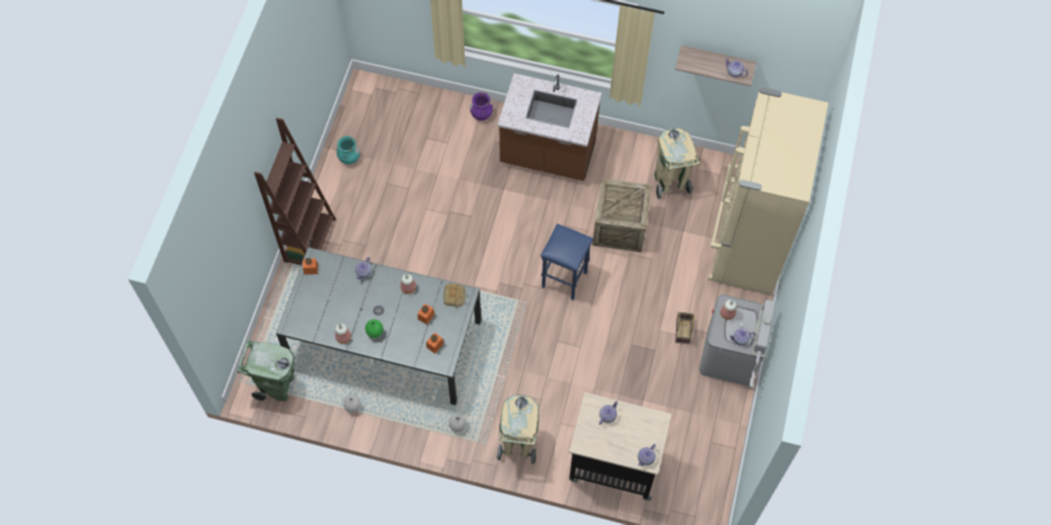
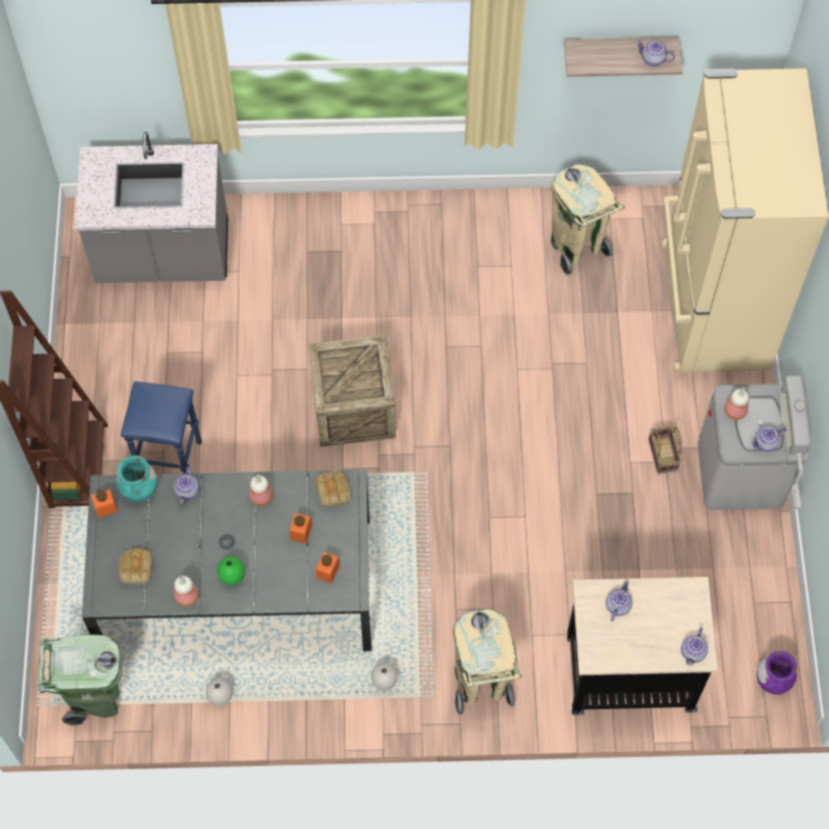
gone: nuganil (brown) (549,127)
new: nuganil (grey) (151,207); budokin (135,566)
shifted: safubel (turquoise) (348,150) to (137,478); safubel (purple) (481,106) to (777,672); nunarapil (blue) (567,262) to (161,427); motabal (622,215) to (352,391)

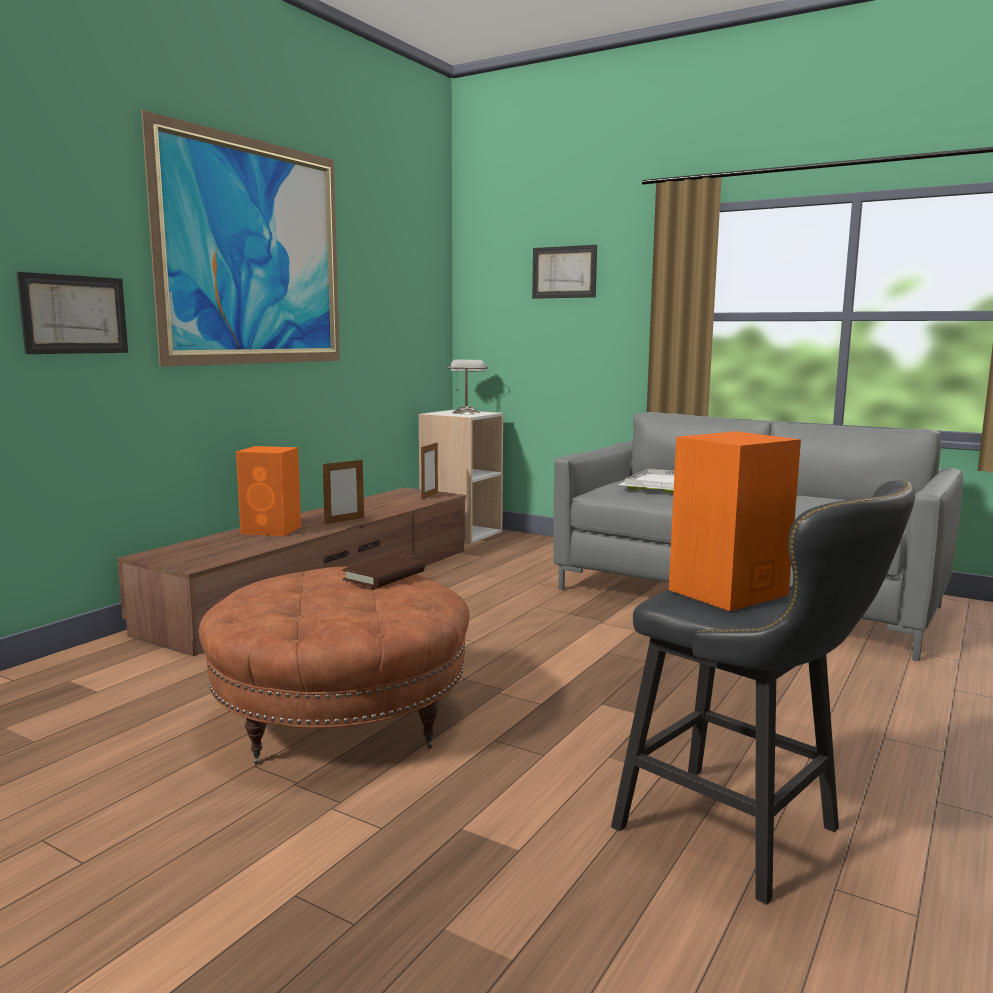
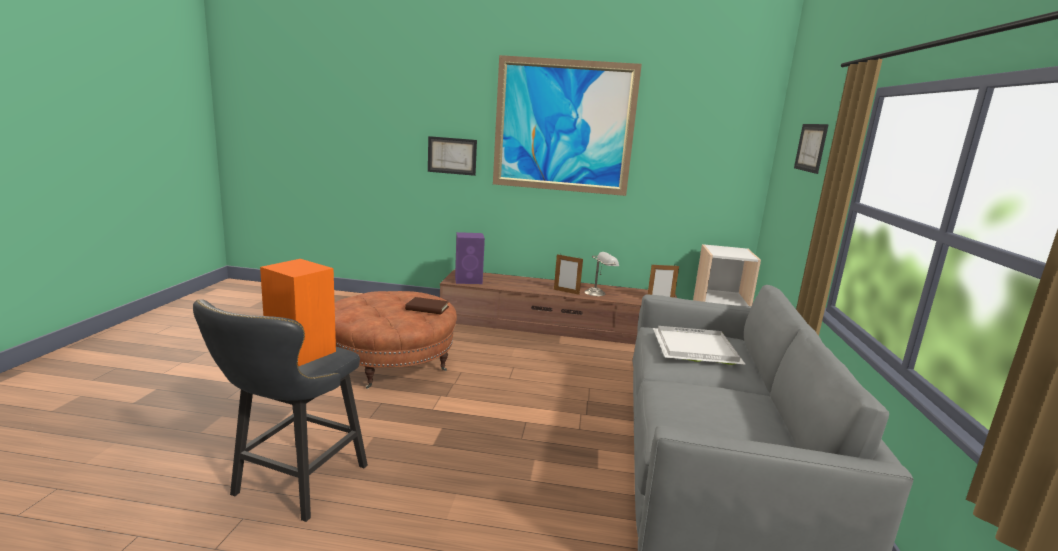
gone: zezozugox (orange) (268,491)
new: zezozugox (purple) (470,258)
shifted: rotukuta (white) (467,387) to (601,274)

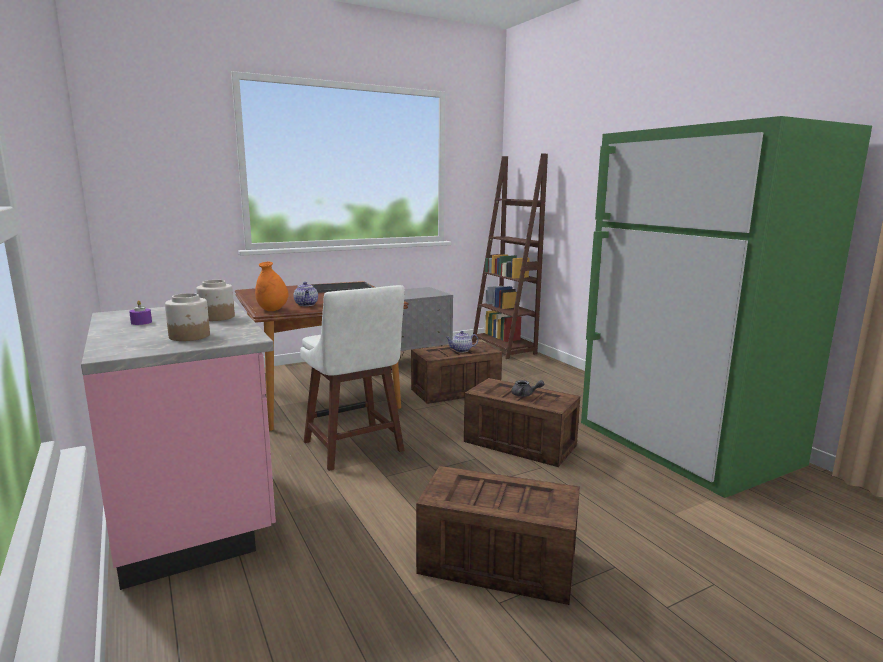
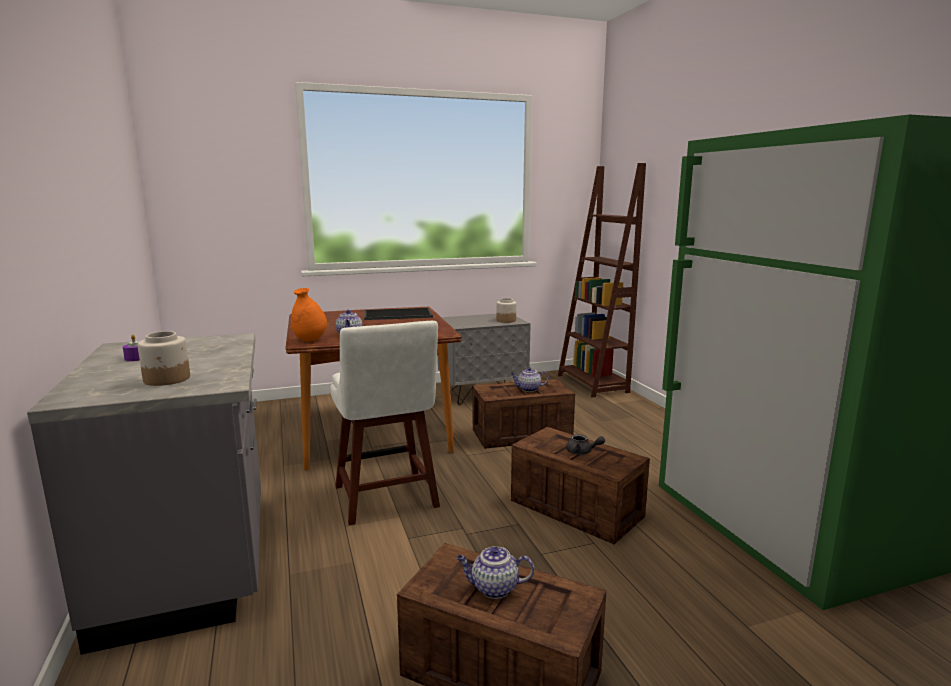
new: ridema (495,572)
shifted: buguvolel (215,300) to (506,310)
repainted: nuganil (pink) (178,445) to nuganil (grey) (144,494)

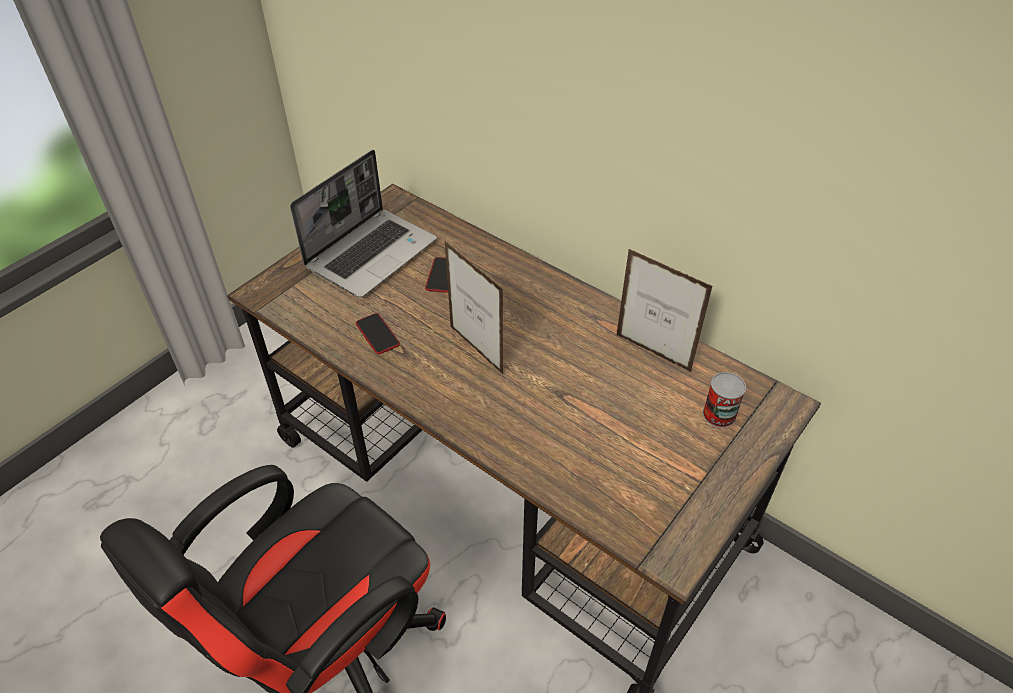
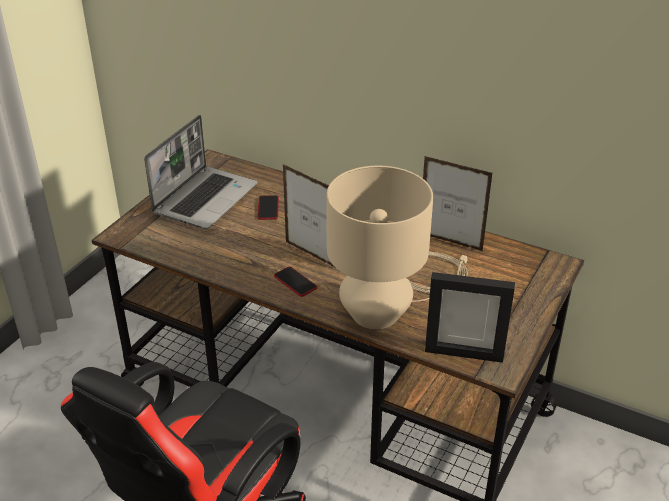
gone: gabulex (724,400)
new: rotukuta (beige) (397,248); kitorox (470,317)
shifted: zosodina (378,333) to (295,282)

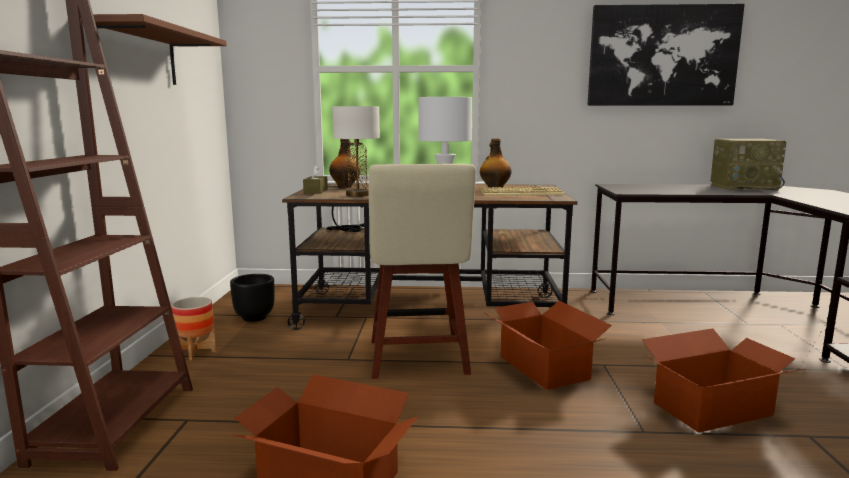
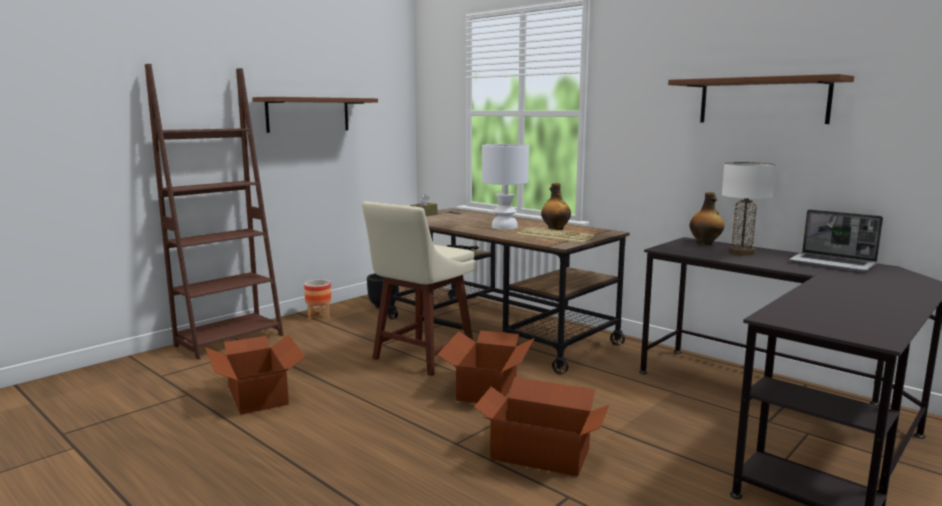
shifted: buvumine (345,163) to (706,218); rotukuta (356,151) to (749,209)
swapped: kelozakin (666,55) to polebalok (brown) (761,99); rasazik (748,164) to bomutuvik (836,240)

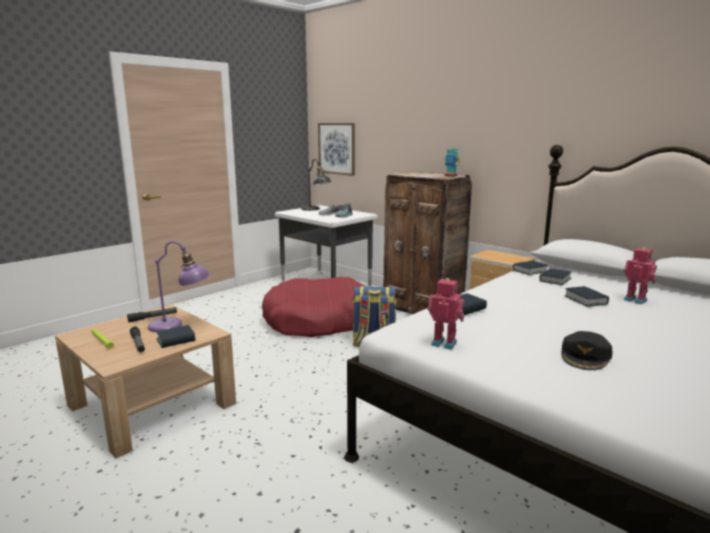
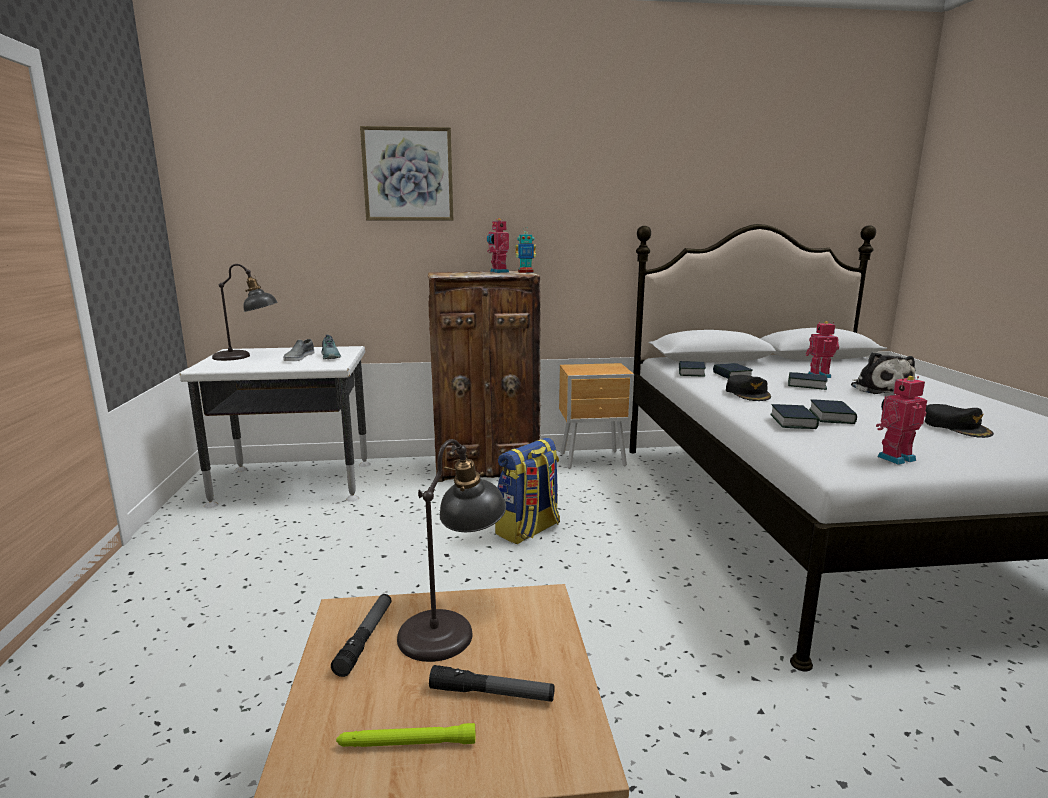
gone: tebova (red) (313,306)
new: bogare (498,245); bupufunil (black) (748,388); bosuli (883,373)
shifted: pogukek (176,336) to (833,411); kelozakin (336,149) to (406,173)
repainted: rotukuta (purple) (179,286) to rotukuta (grey) (451,550)

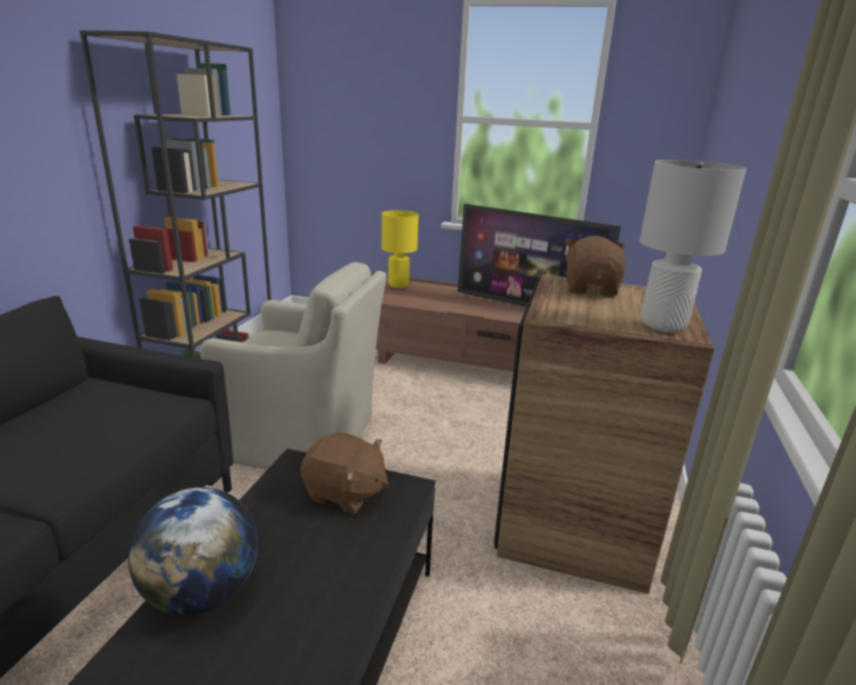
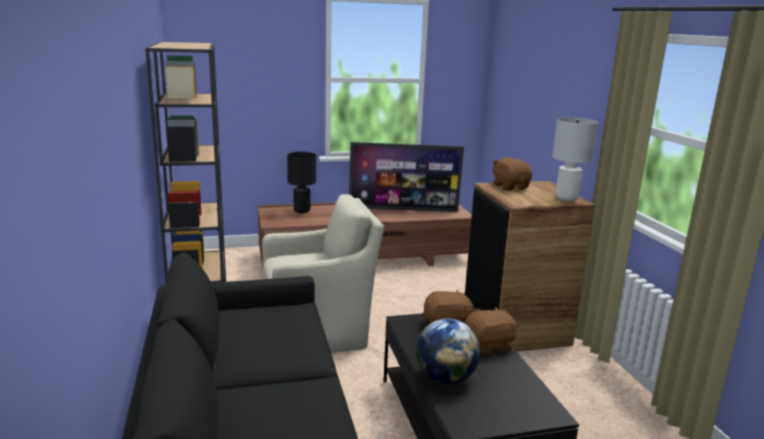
new: bosuli (brown) (491,331)
repainted: rotukuta (yellow) (400,249) to rotukuta (black) (301,182)

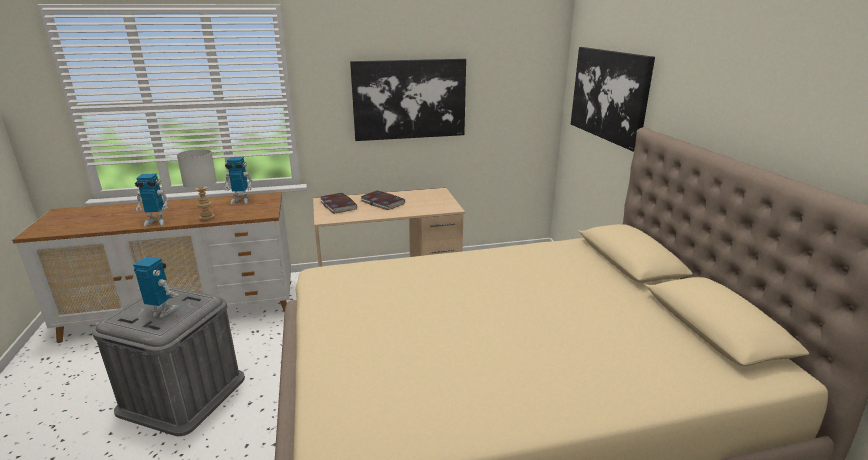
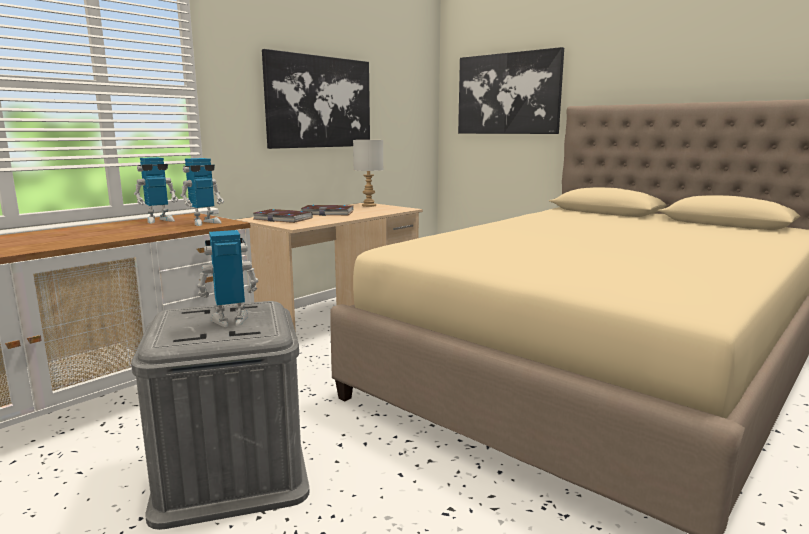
shifted: bogare (152,199) to (202,192); rotukuta (grey) (197,185) to (368,173)

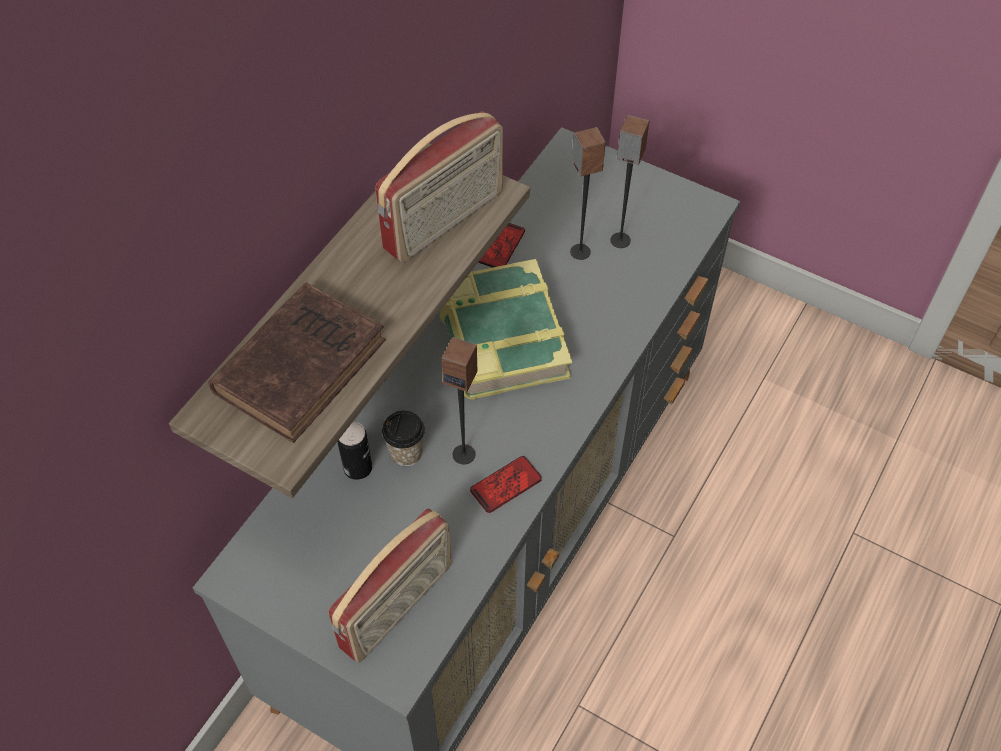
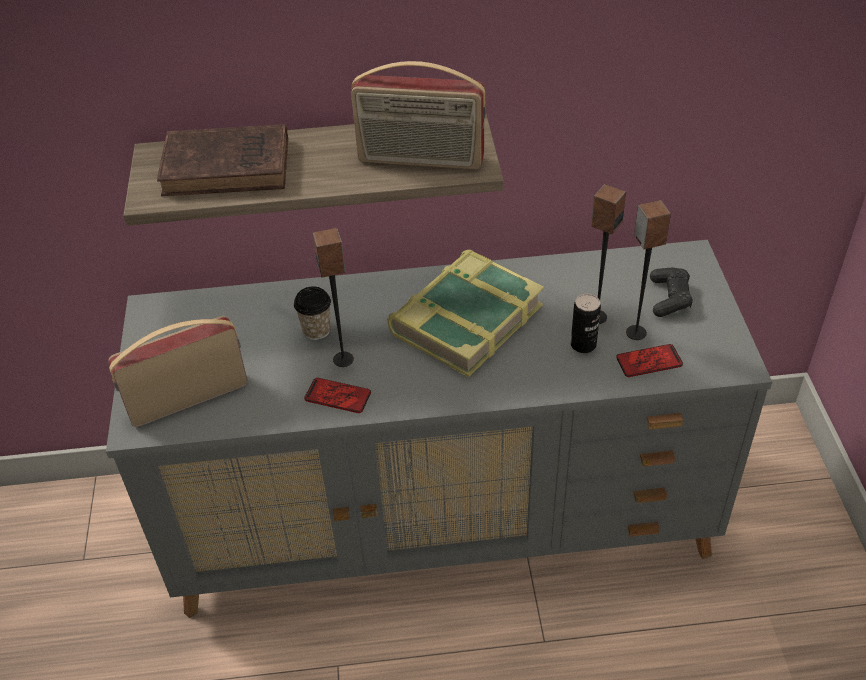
new: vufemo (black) (671,292)
shifted: gabulex (354,450) to (586,323); zosodina (501,245) to (649,360)
rotated: rasazik (390,585) = (178,371) 150 degrees clockwise

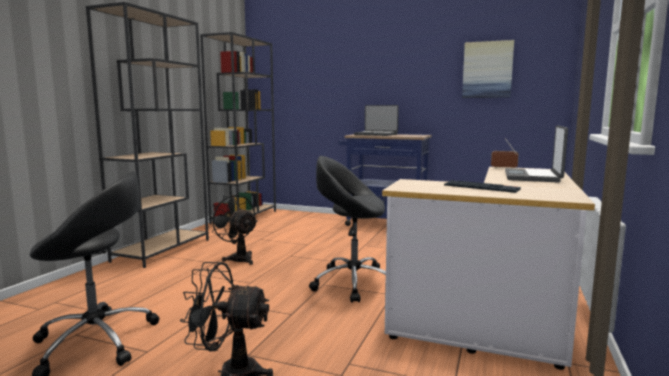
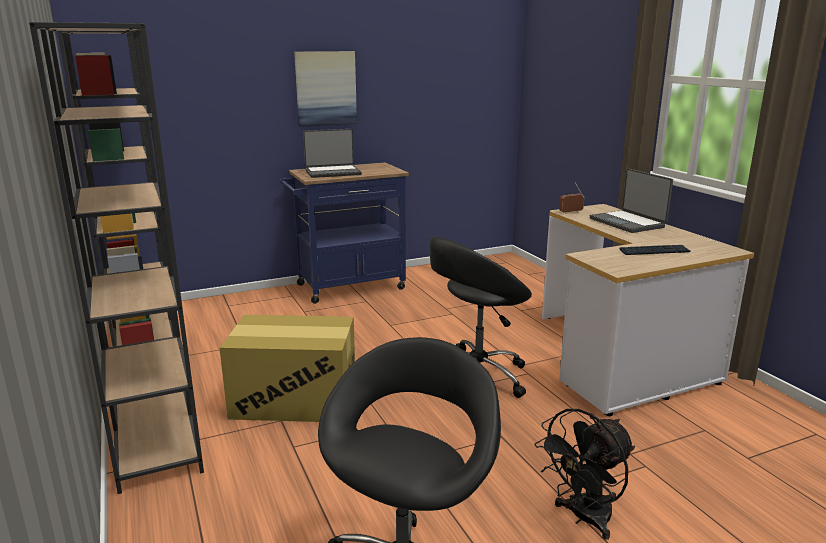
shifted: kelozakin (488,69) to (325,89)
swapped: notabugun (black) (233,230) to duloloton (287,368)

